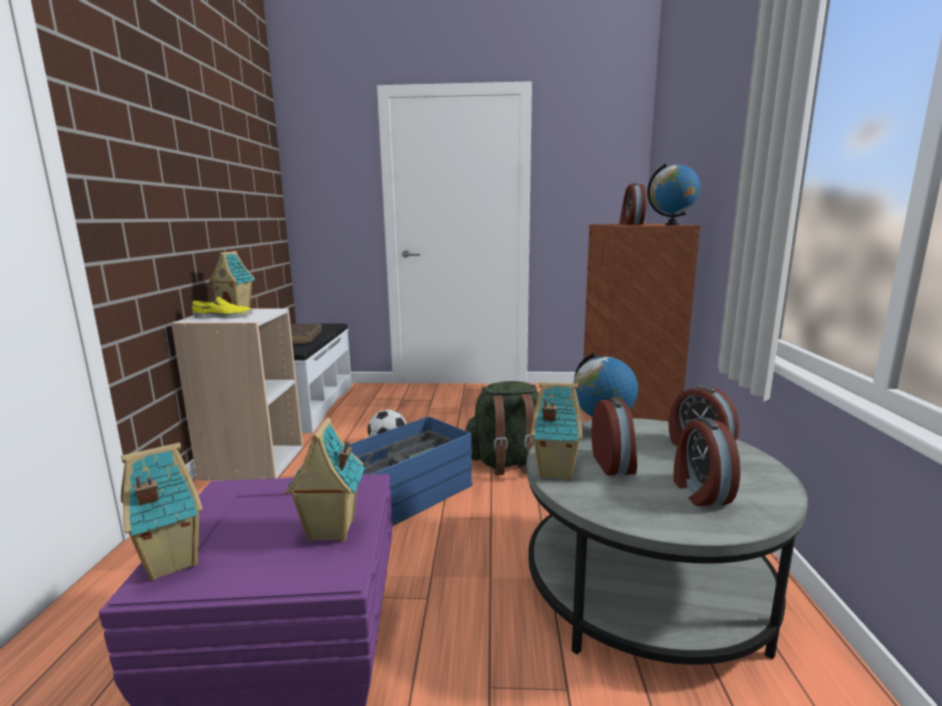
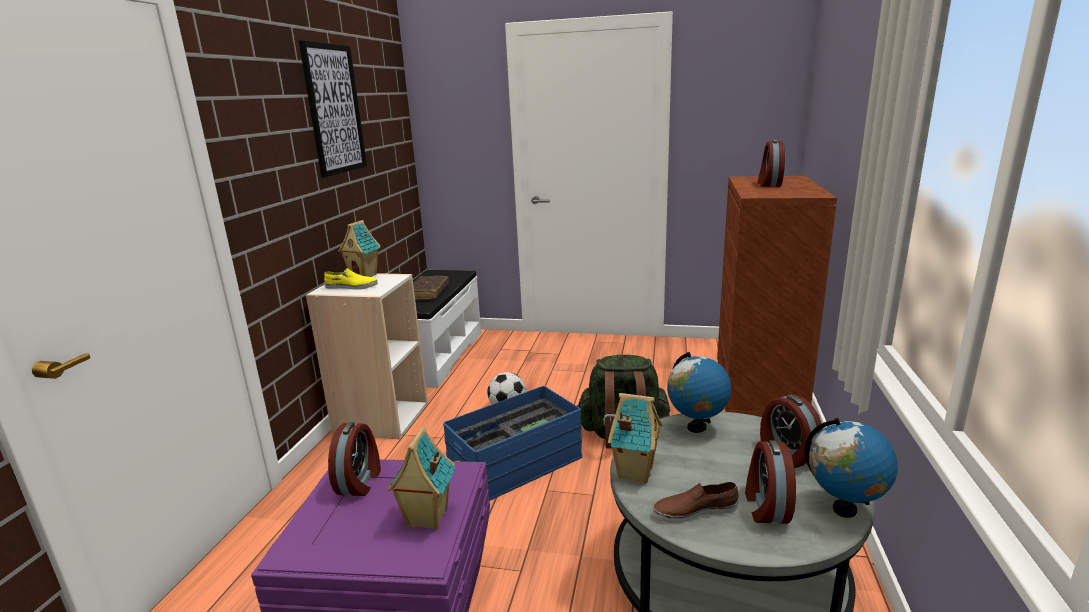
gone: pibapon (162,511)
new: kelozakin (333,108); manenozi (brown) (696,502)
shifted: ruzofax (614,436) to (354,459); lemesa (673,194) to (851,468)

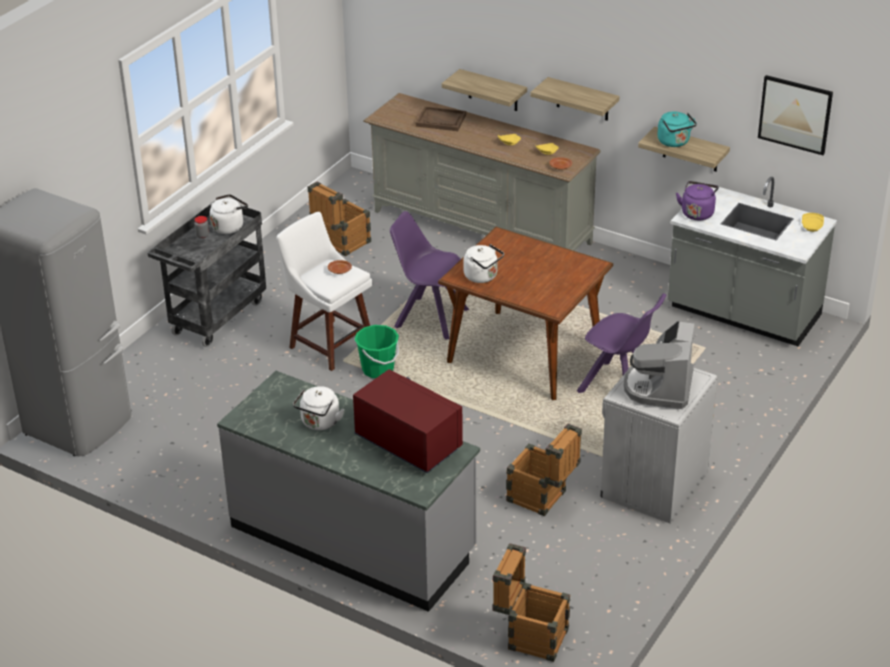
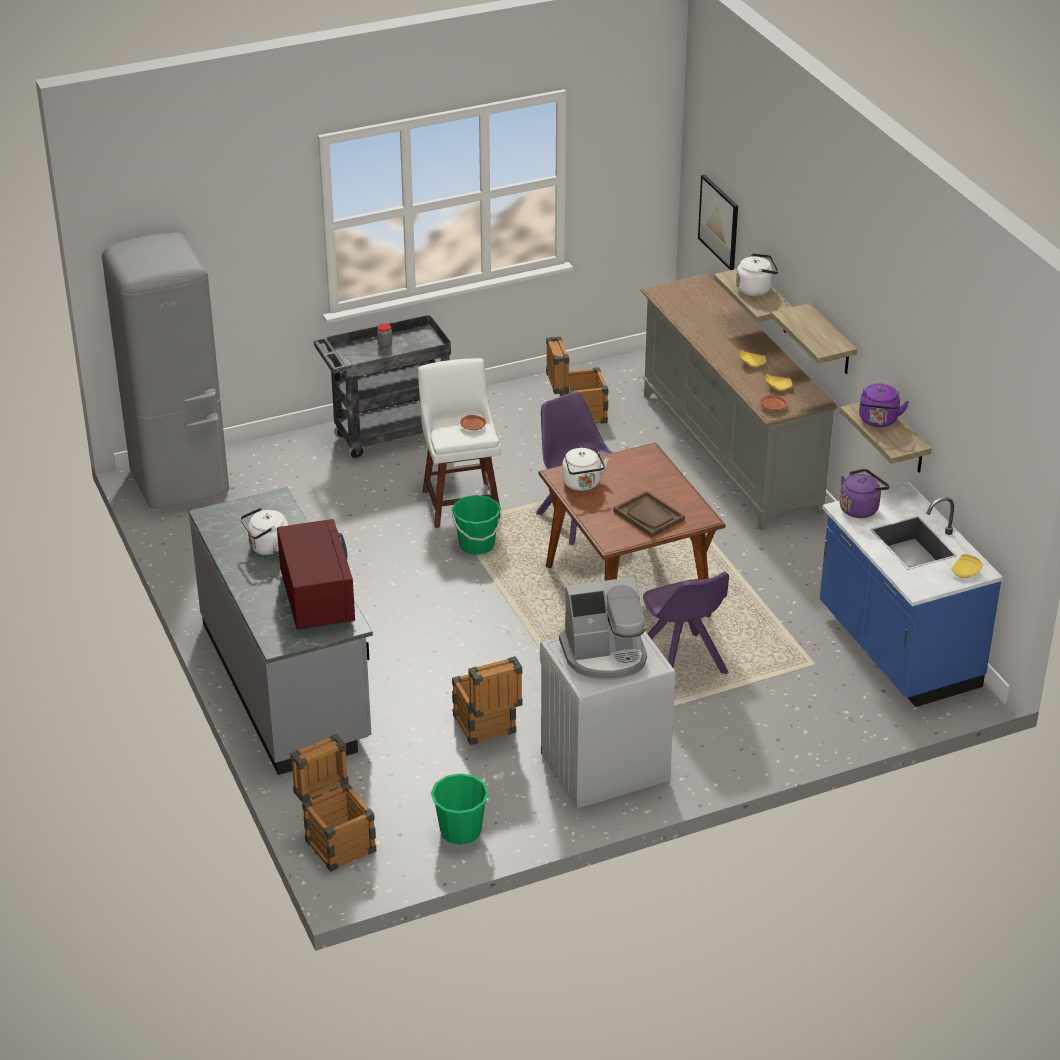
new: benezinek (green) (460,809)
shifted: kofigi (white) (229,214) to (757,274); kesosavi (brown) (441,118) to (649,514); kelozakin (795,115) to (718,222)
repainted: kofigi (turquoise) (677,129) to kofigi (purple) (884,405); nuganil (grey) (752,261) to nuganil (blue) (911,594)
rotated: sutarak (659,365) = (603,628) 150 degrees counterclockwise

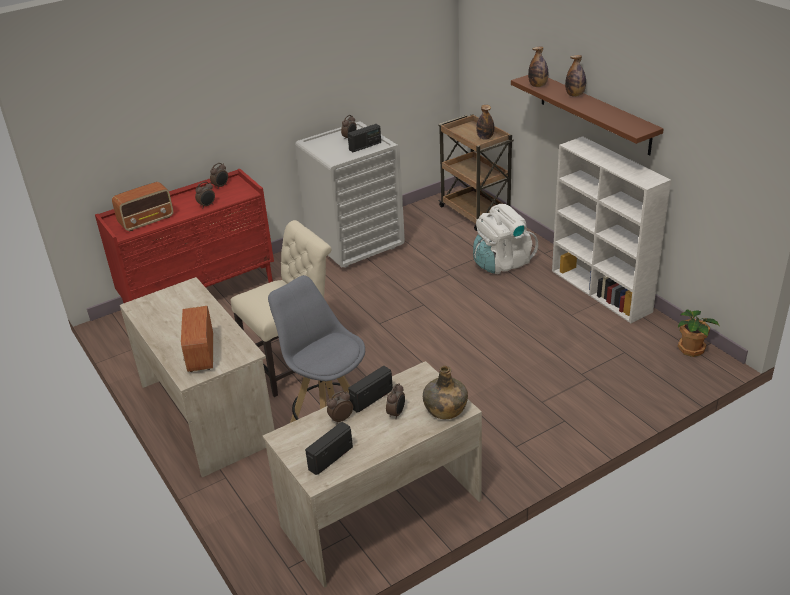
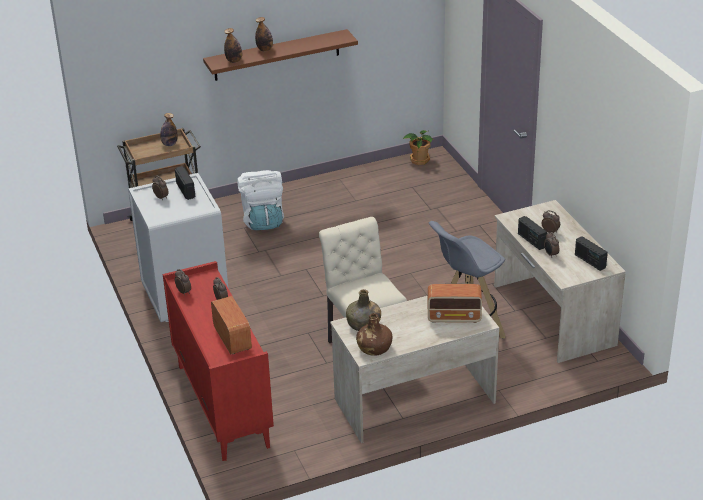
gone: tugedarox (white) (611,229)
new: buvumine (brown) (374,334)
shifted: buvumine (green) (445,392) to (363,310)

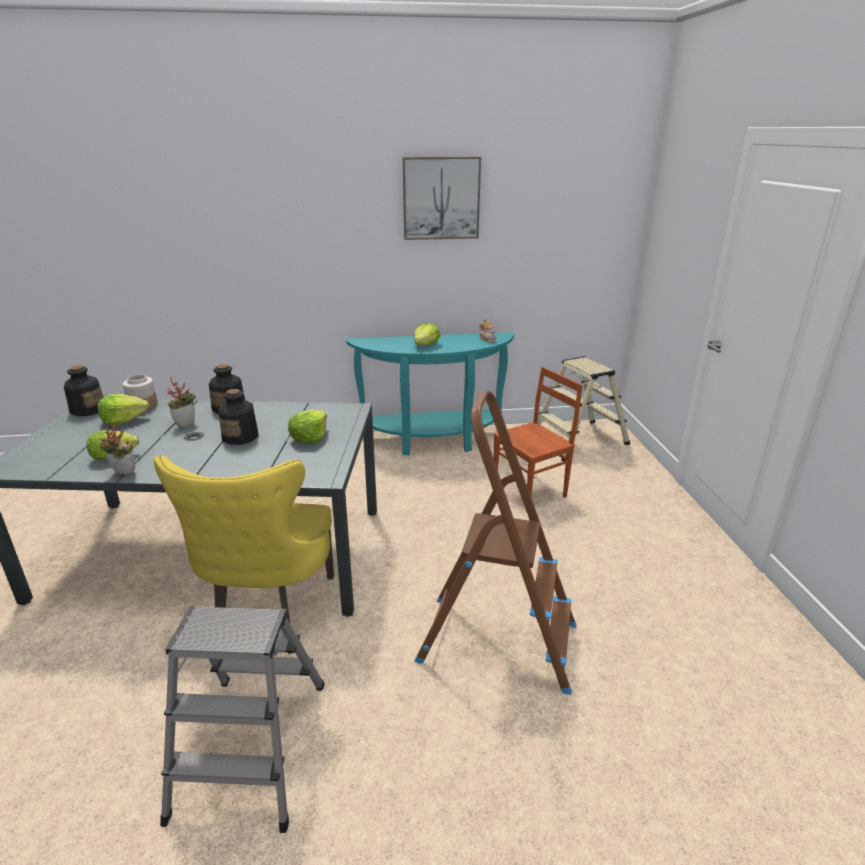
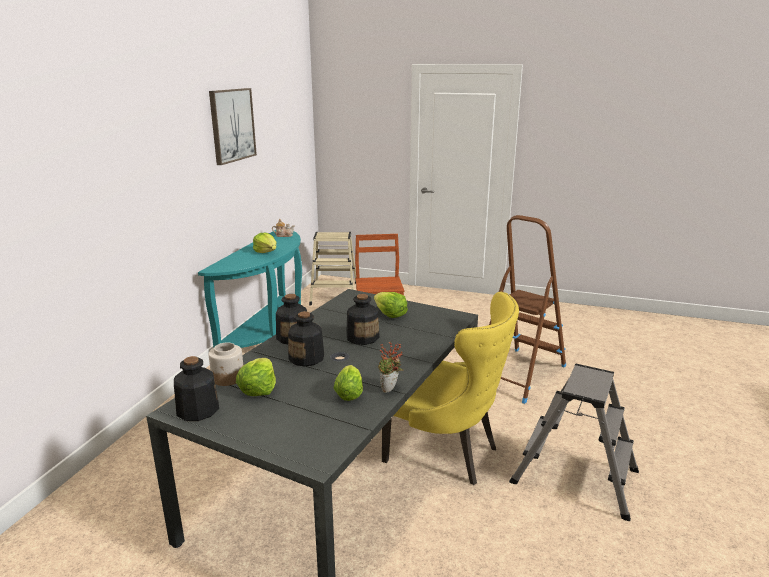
swapped: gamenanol (181,403) to buvumine (306,339)

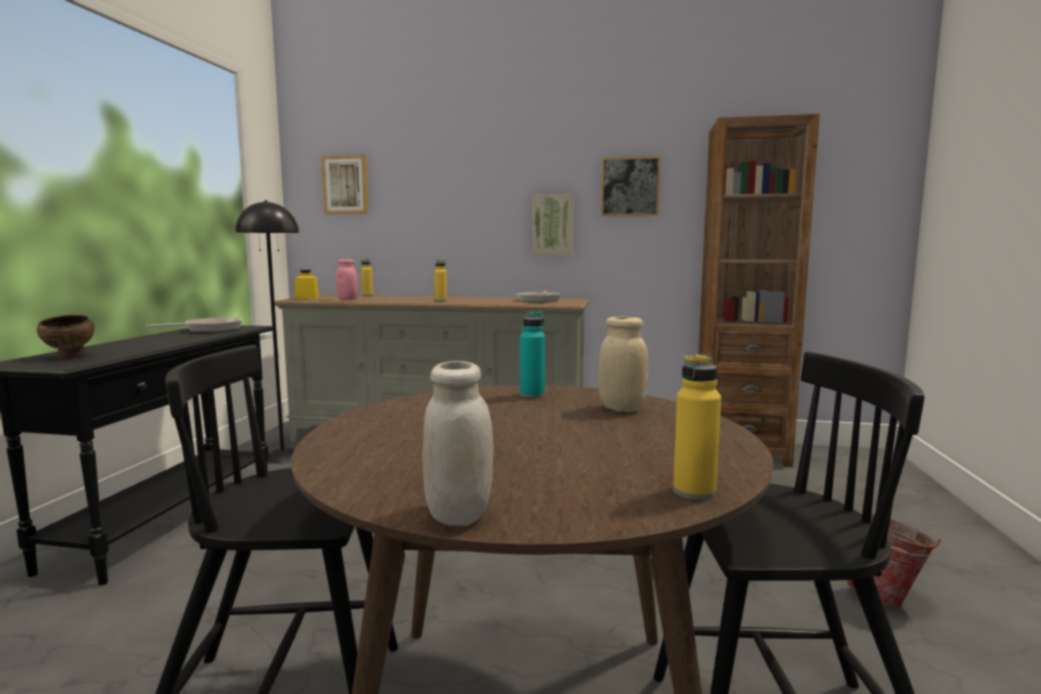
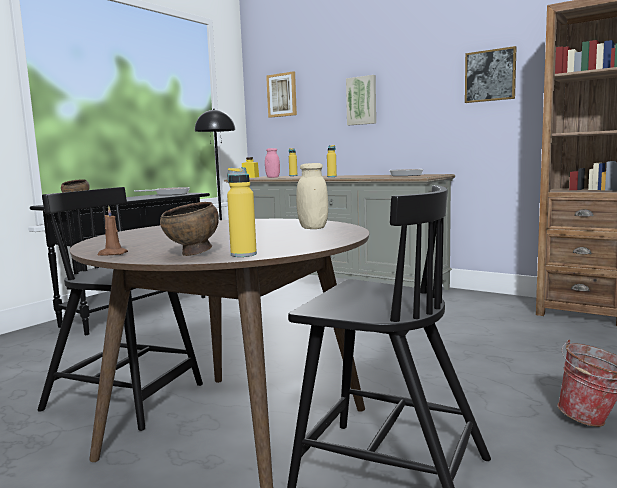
gone: buvumine (turquoise) (532,354)
new: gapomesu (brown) (189,229)
shifted: kelozakin (553,225) to (361,100)
swapped: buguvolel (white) (458,443) to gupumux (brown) (113,231)

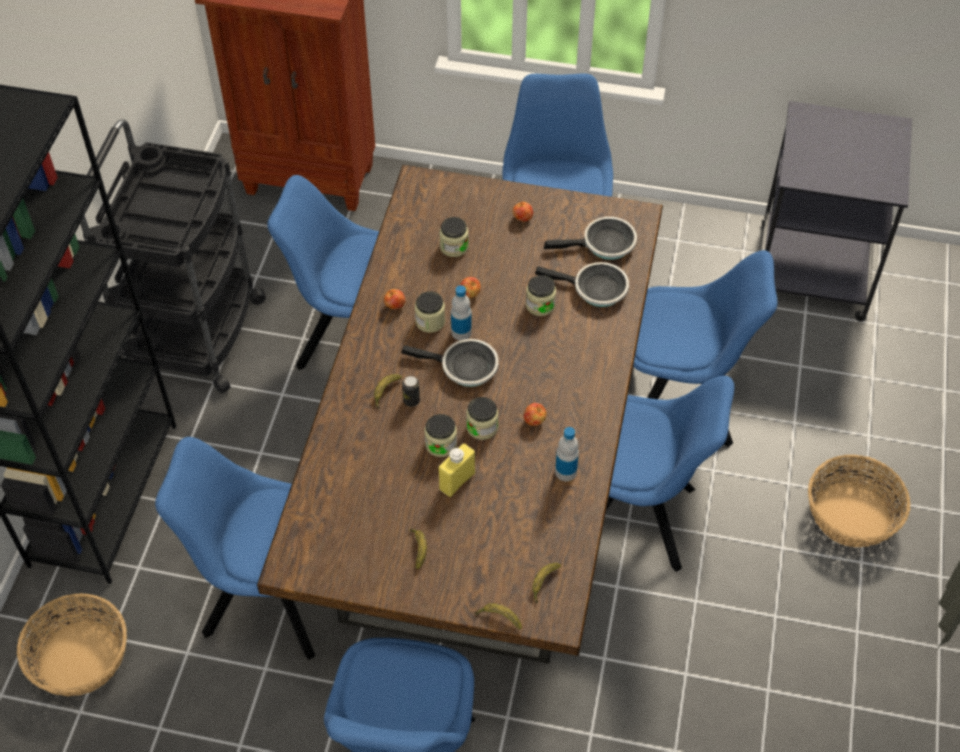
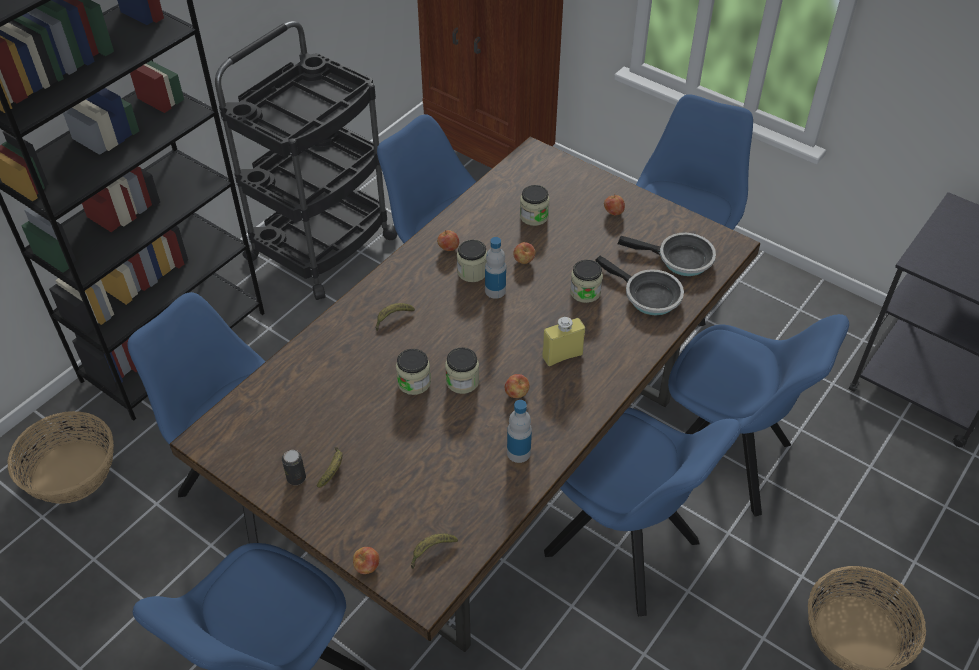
gone: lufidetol (449,363)
shifted: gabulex (411,391) to (294,467); buvumine (yellow) (457,470) to (563,341)
swapped: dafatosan (498,616) to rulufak (366,560)

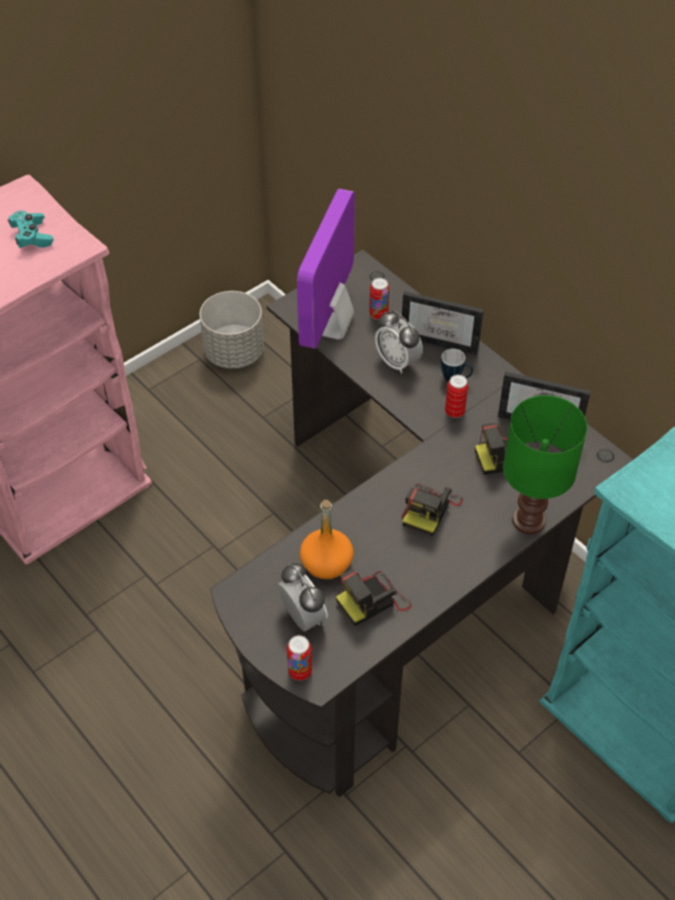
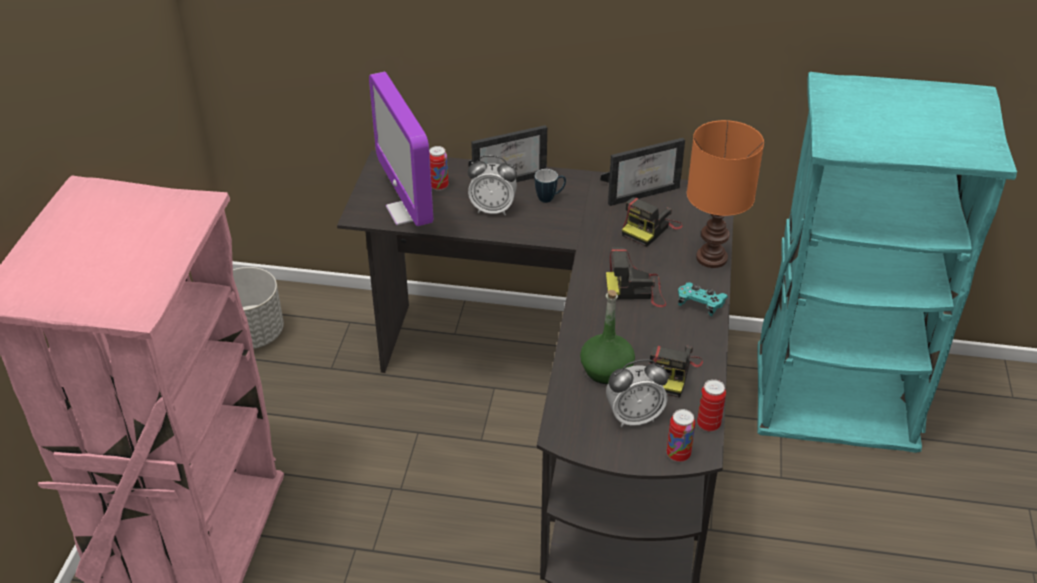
shifted: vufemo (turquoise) (31,229) to (703,299); gabulex (456,396) to (711,405)
repainted: buvumine (orange) (327,540) to buvumine (green) (607,337); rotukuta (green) (545,464) to rotukuta (orange) (725,194)
rotated: ruzofax (302,597) = (637,393) 150 degrees clockwise; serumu (432,510) = (636,277) 105 degrees clockwise

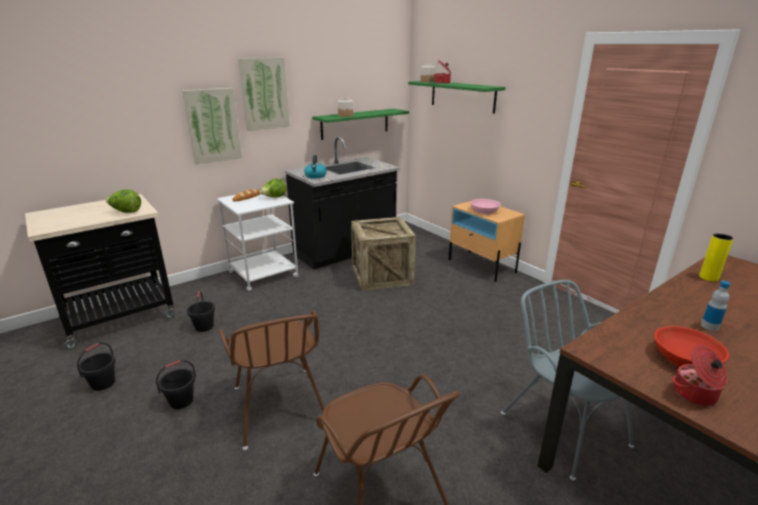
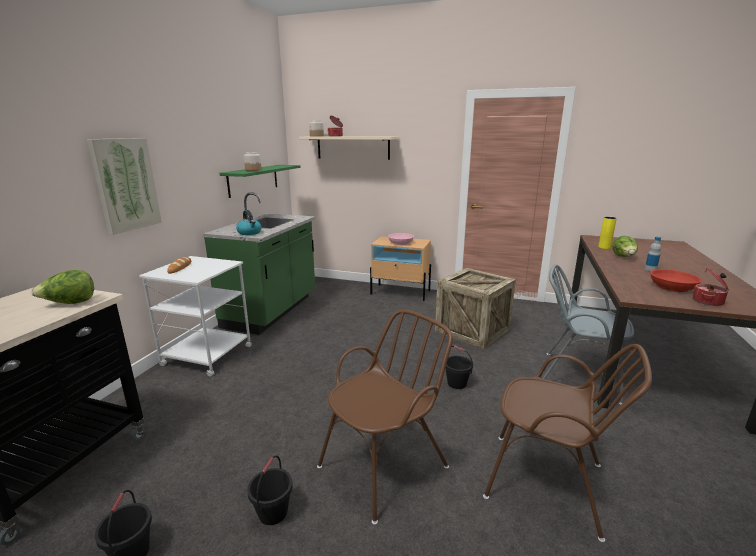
gone: kelozakin (264,94)
shifted: benezinek (black) (201,311) to (459,367); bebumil (273,188) to (625,246); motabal (383,254) to (475,308)
repainted: nuganil (black) (342,203) to nuganil (green) (259,263); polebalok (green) (456,97) to polebalok (beige) (348,148)
rotated: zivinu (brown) (272,380) = (385,417) 75 degrees counterclockwise

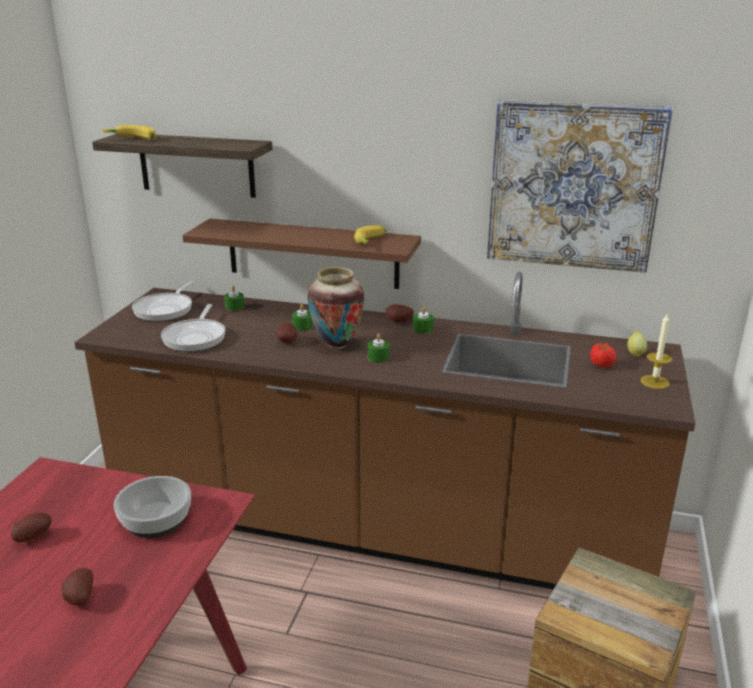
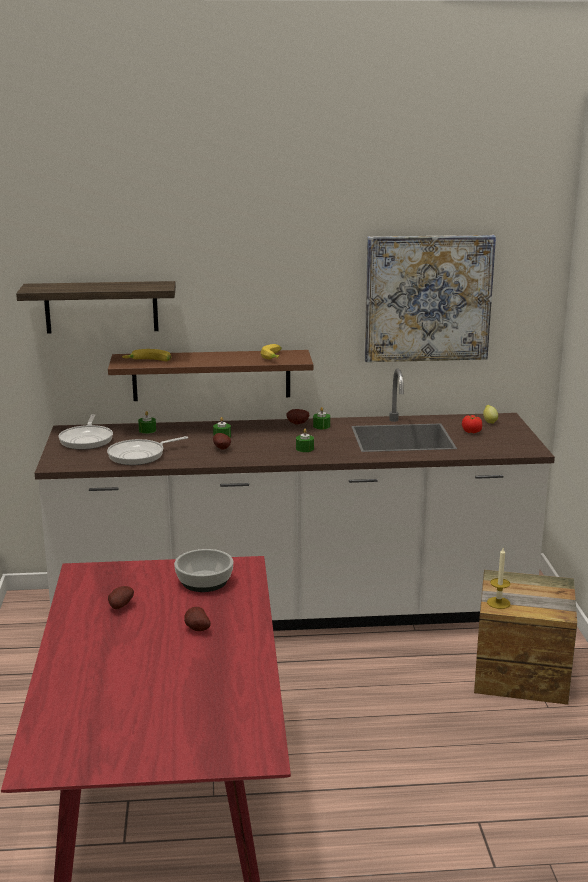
gone: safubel (335,308)
shifted: dafatosan (129,132) to (146,355); gupumux (656,351) to (499,578)
repainted: nuganil (brown) (384,430) to nuganil (white) (295,500)
rotated: lufidetol (193,328) = (147,450) 75 degrees clockwise

